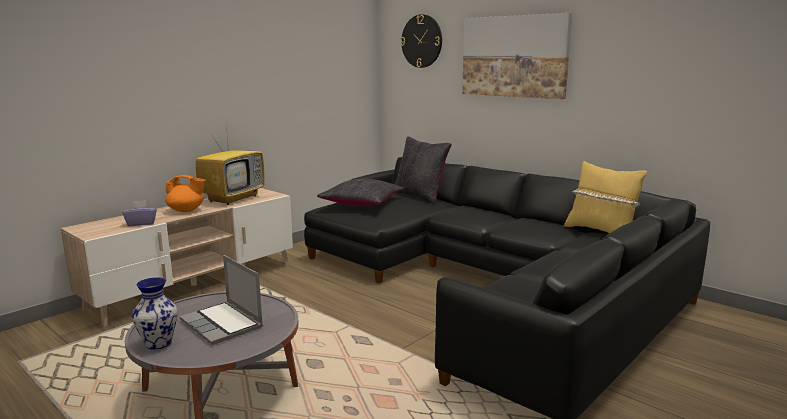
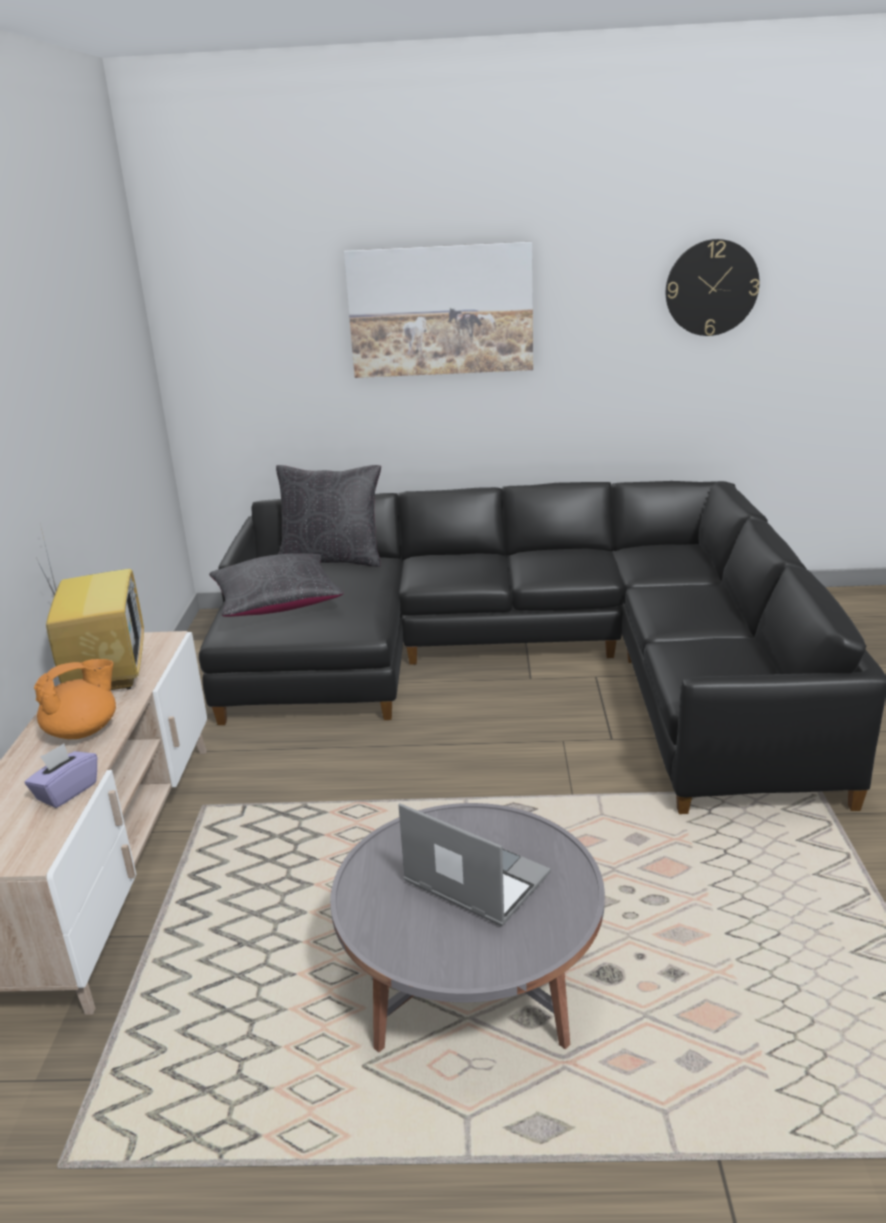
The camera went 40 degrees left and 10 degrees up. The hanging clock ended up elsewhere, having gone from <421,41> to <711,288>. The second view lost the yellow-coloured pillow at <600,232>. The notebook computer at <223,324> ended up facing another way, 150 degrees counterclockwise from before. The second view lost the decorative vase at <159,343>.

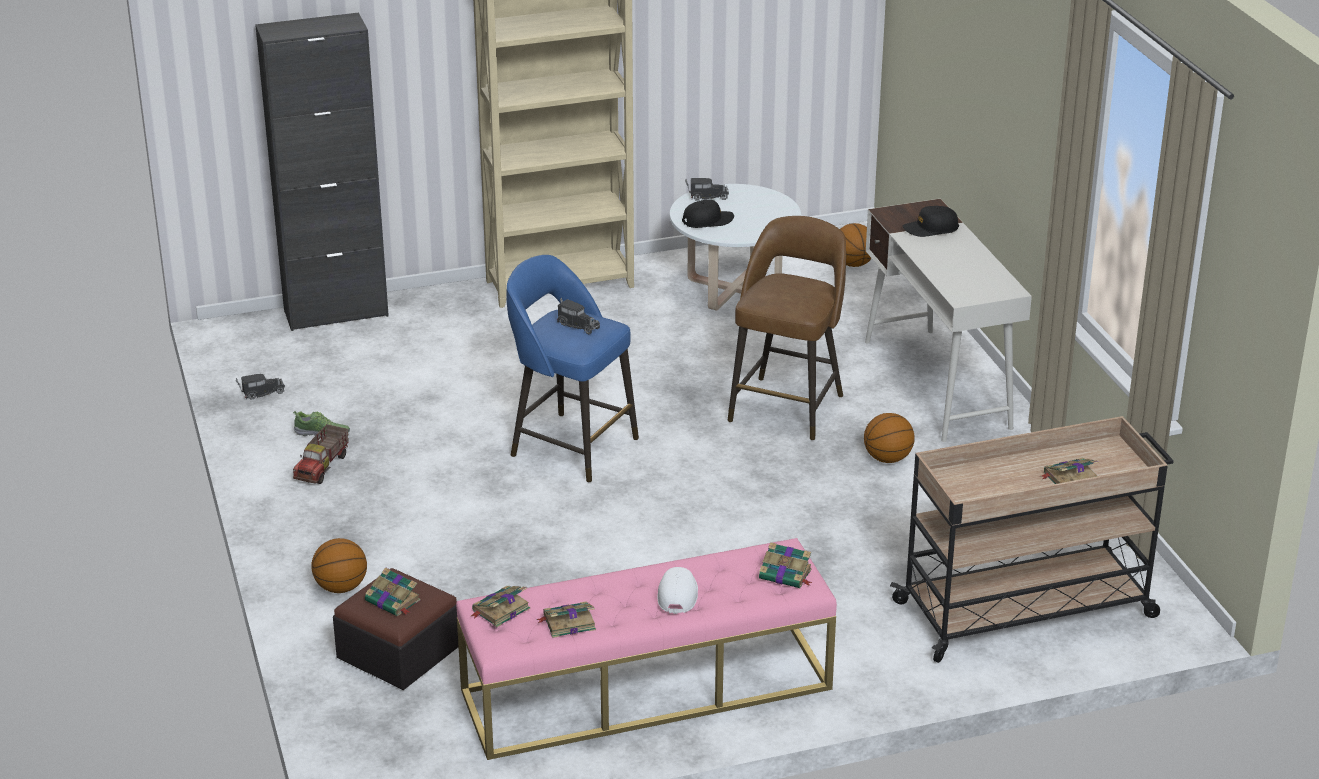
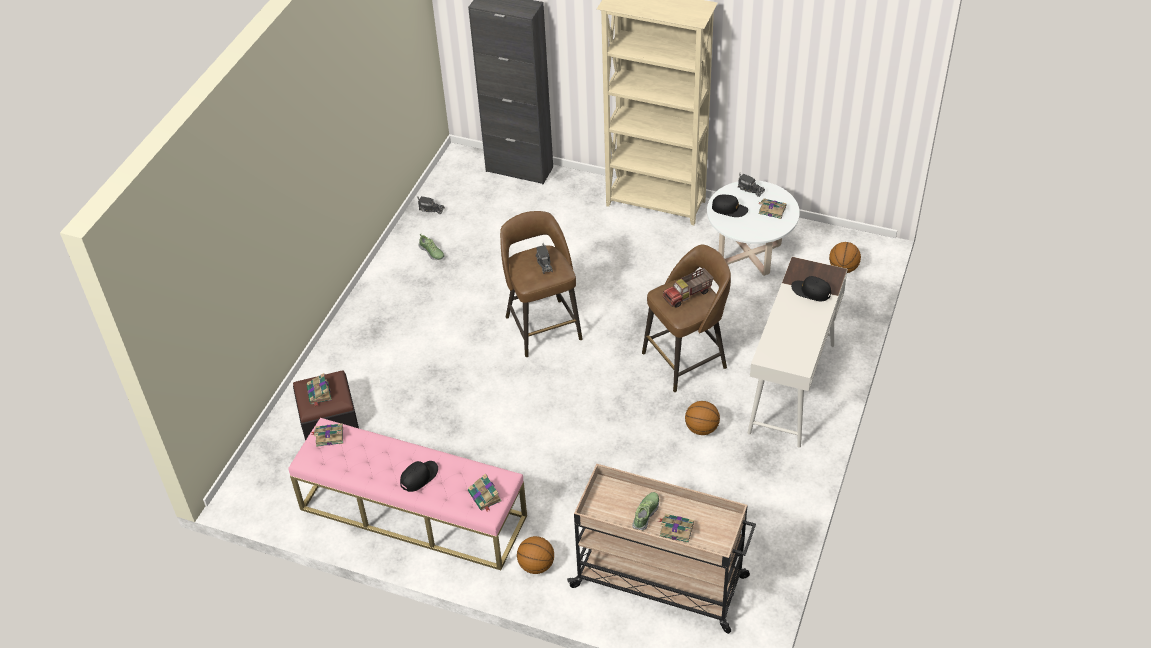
The camera went 40 degrees right and 15 degrees up. What was the blue-coloured stool seat at <571,446> turned into the brownish stool seat at <542,326>. The model truck ended up elsewhere, having gone from <323,467> to <688,295>. The basketball ended up elsewhere, having gone from <340,587> to <536,565>. What was the whitish cap at <677,594> turned into the black-coloured cap at <419,477>. The book ended up elsewhere, having gone from <568,623> to <771,210>. The second view gained the item of footwear at <646,514>.

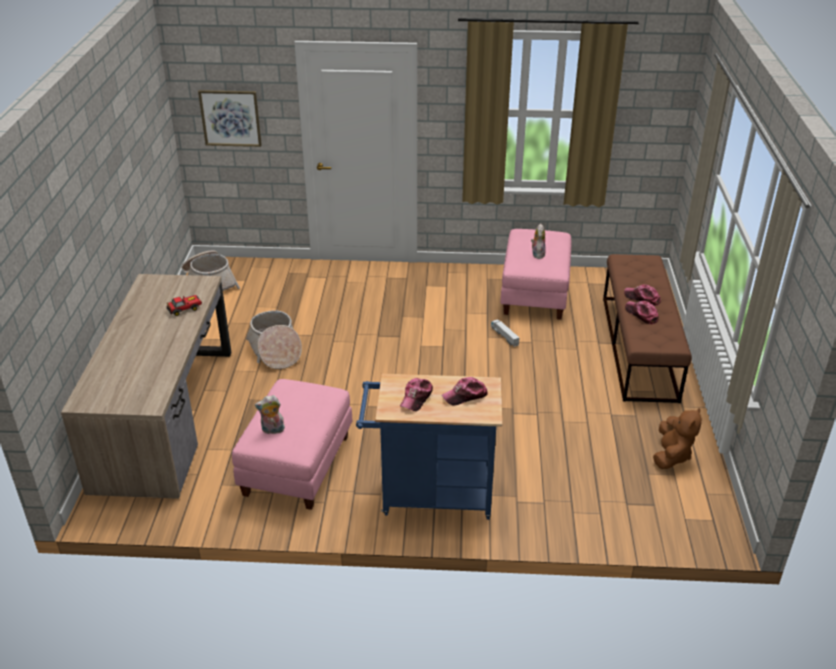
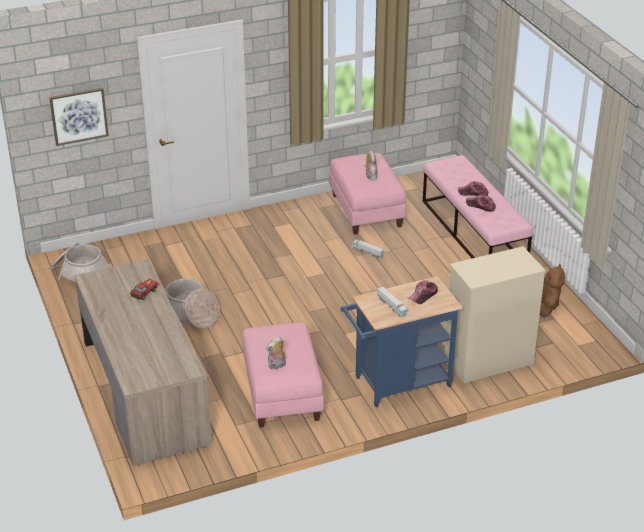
The camera went 25 degrees left and 0 degrees up. What was the brownish bench at <639,347> turned into the pink-coloured bench at <473,233>. Where the cap stood at <416,398>, the model truck came to stand at <391,306>. The second view gained the beige drawer chest at <487,361>.

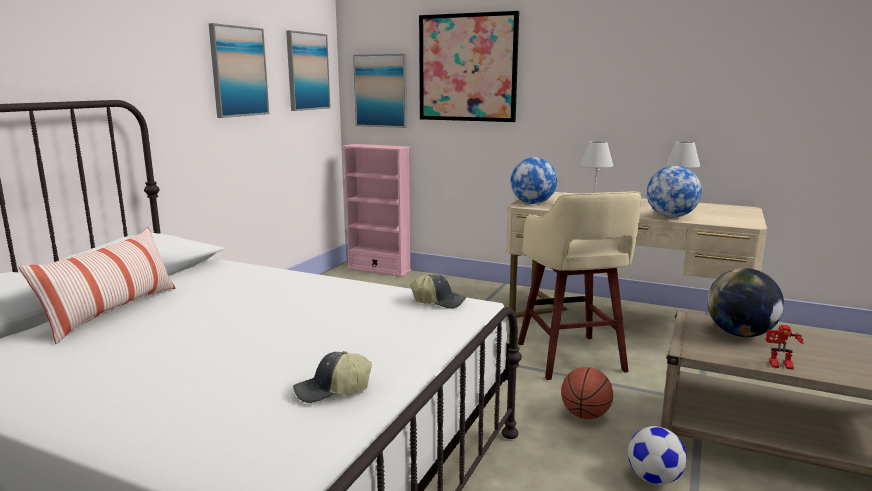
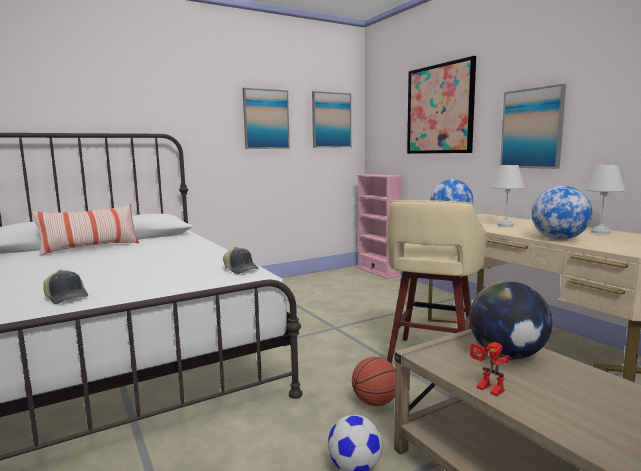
The camera went 35 degrees right and 5 degrees down. The wall art ended up elsewhere, having gone from <381,91> to <532,128>. The cap at <332,391> ended up facing another way, 150 degrees counterclockwise from before.

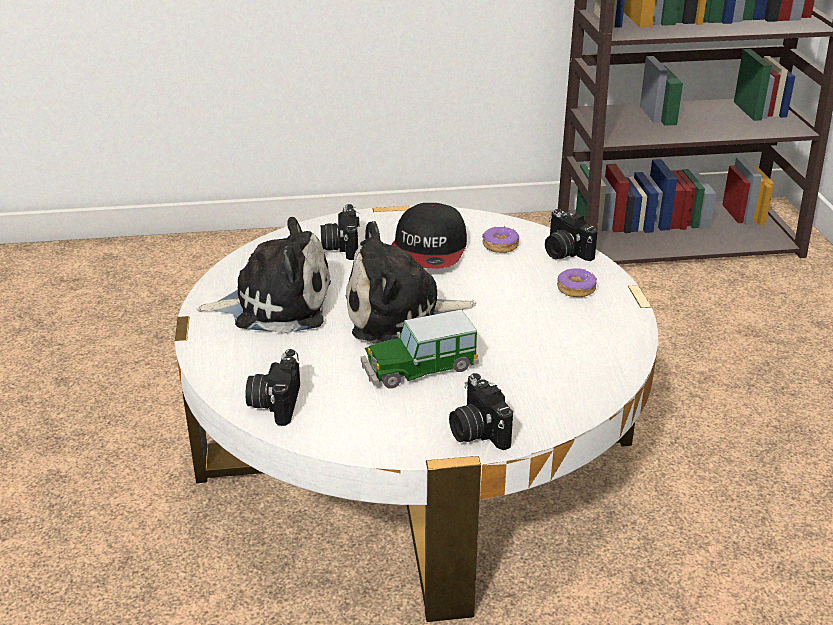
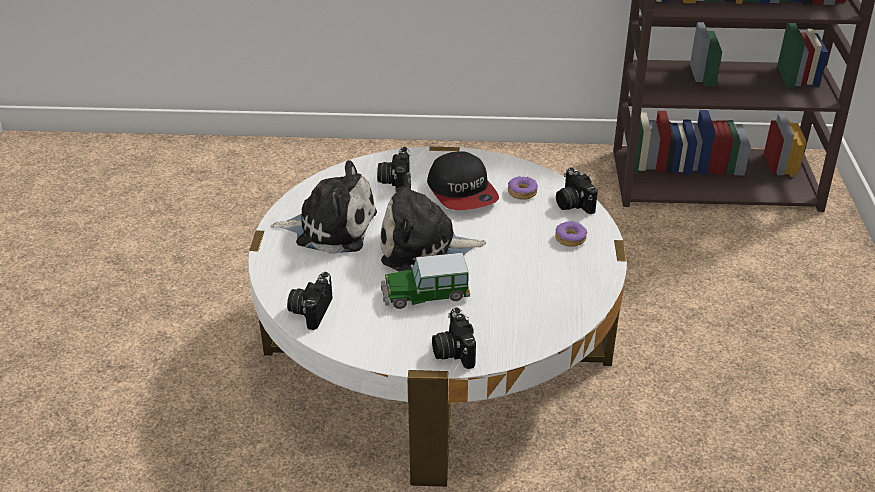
The camera went 10 degrees right and 5 degrees up. The cap at <428,251> ended up facing another way, 45 degrees counterclockwise from before.

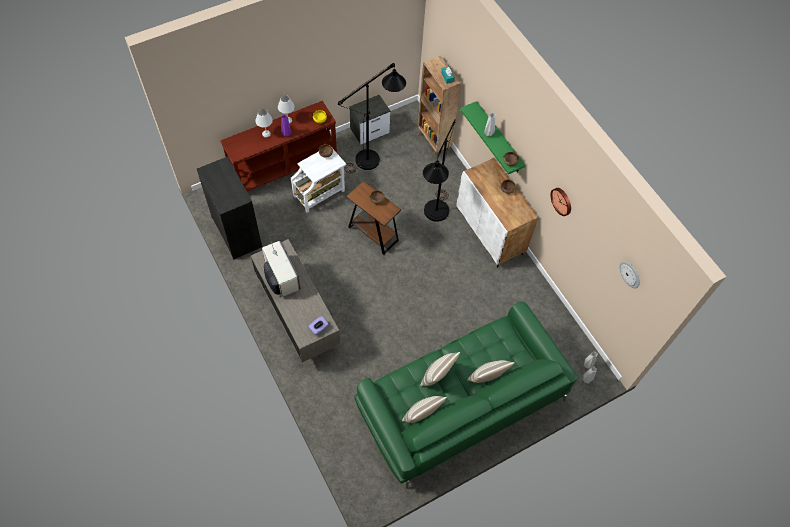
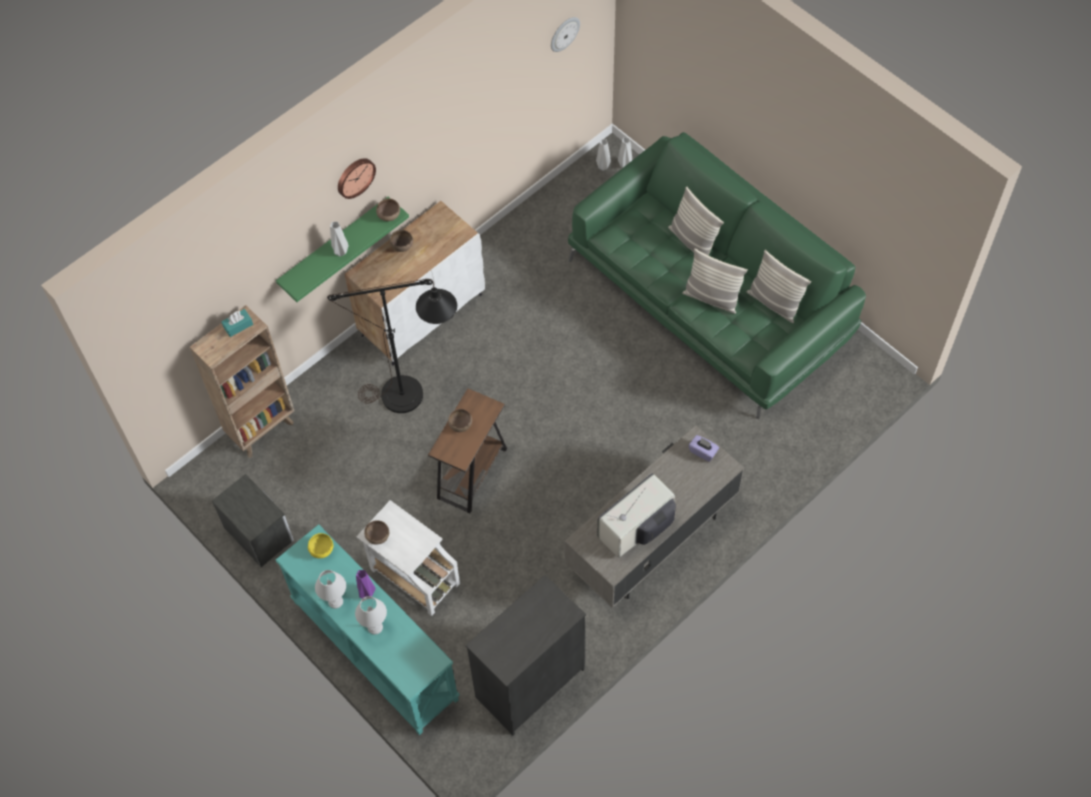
The camera went 100 degrees left and 0 degrees up. The second view lost the black-coloured floor lamp at <373,157>. What was the brownish console table at <284,167> turned into the blue-green console table at <373,651>. The hanging clock ended up elsewhere, having gone from <562,201> to <355,177>.

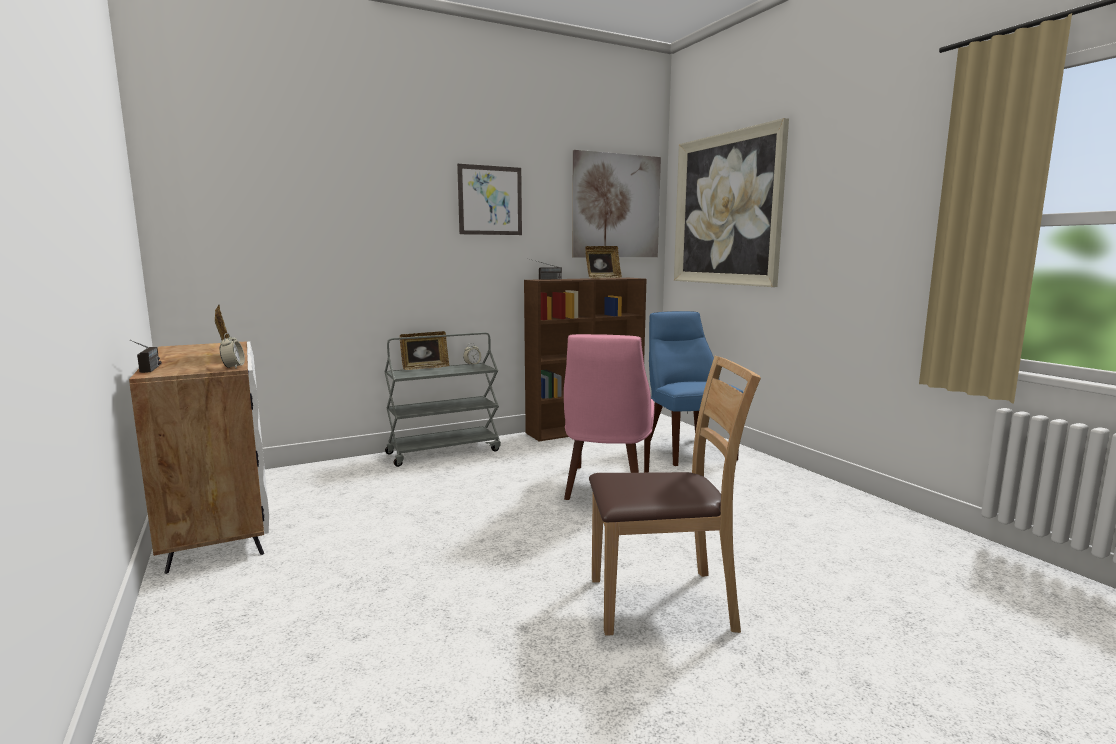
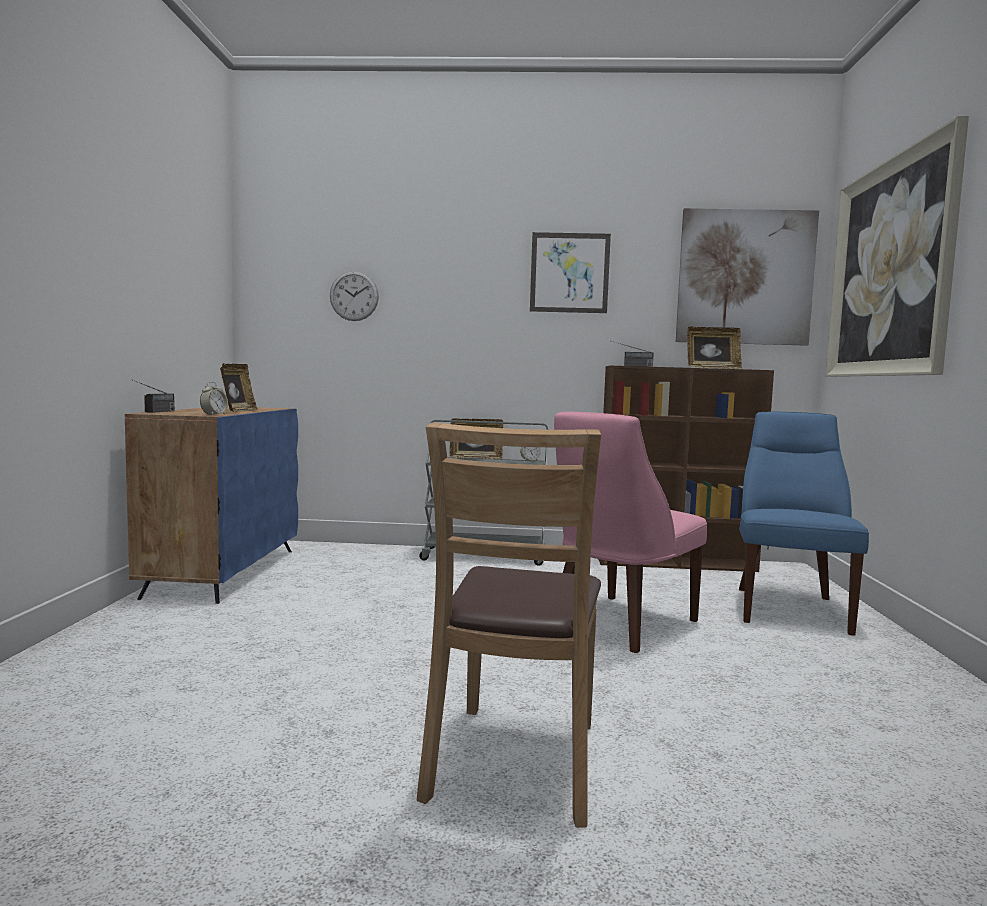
The camera went 30 degrees right and 5 degrees down. What was the whitish cupboard at <218,521> turned into the blue-coloured cupboard at <224,572>. The brownish upright chair at <663,602> ended up facing another way, 75 degrees clockwise from before. The second view gained the hanging clock at <354,296>.

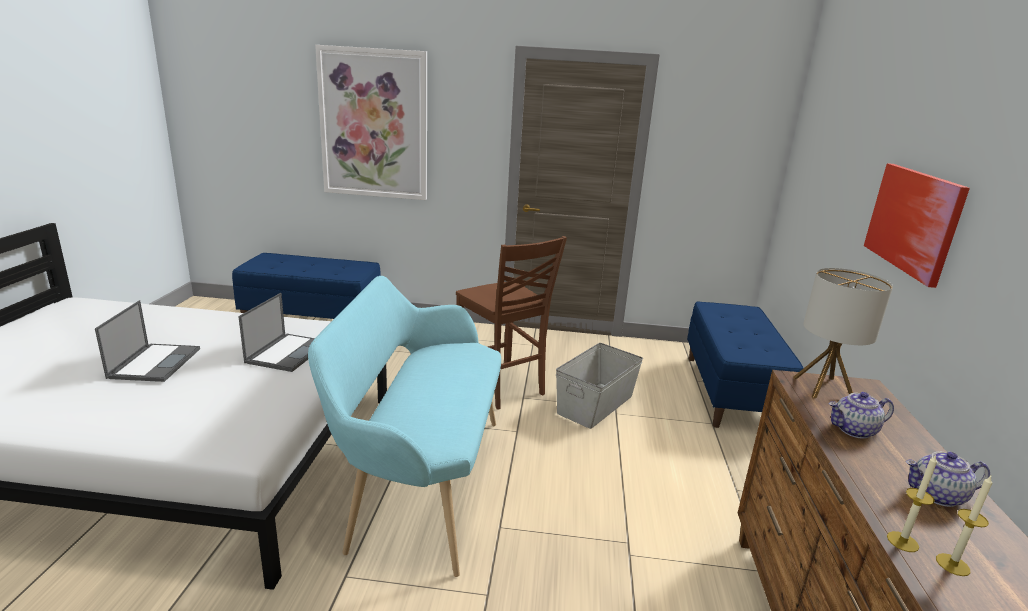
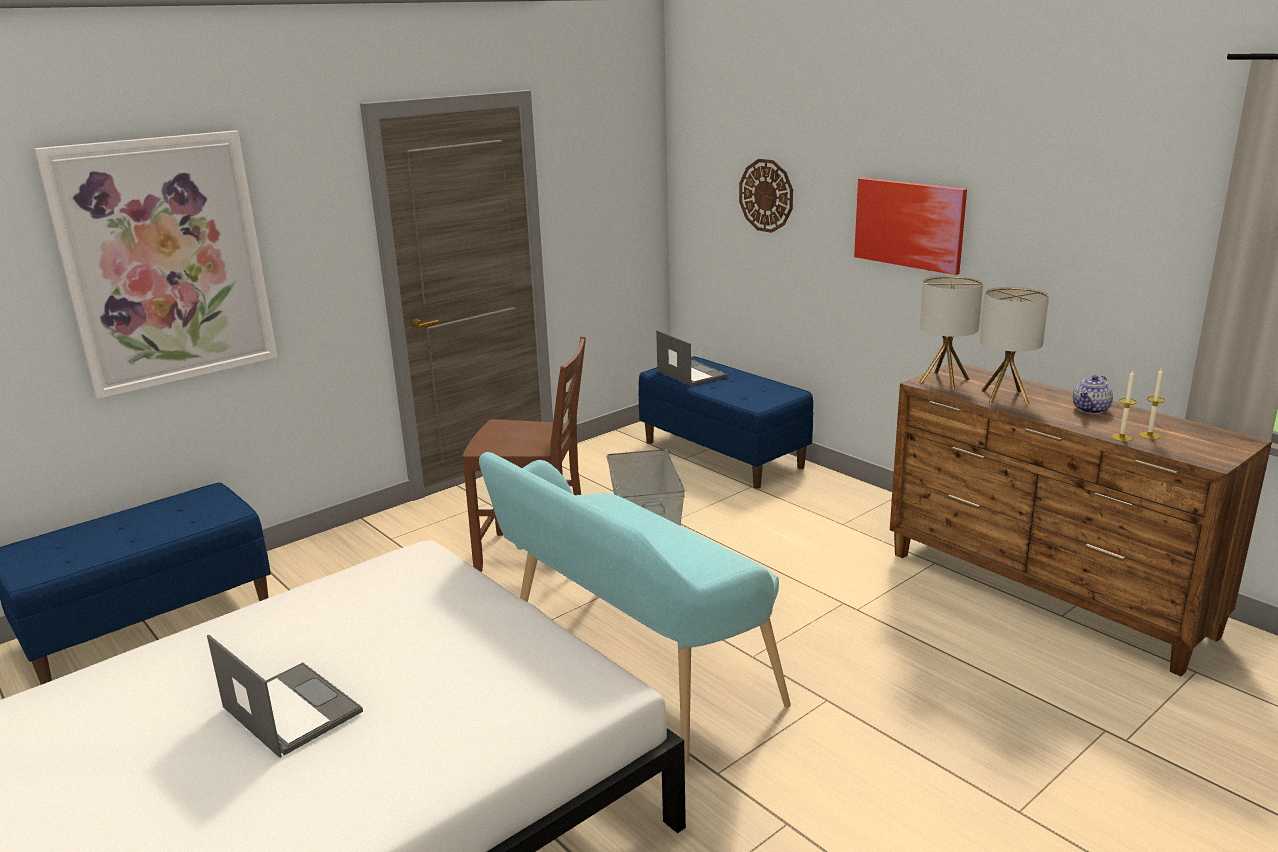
The camera went 45 degrees left and 0 degrees up. The notebook computer ended up elsewhere, having gone from <288,352> to <691,374>. Where the pot for tea stood at <854,430>, the table lamp came to stand at <1005,397>. The second view gained the hanging clock at <766,195>.

